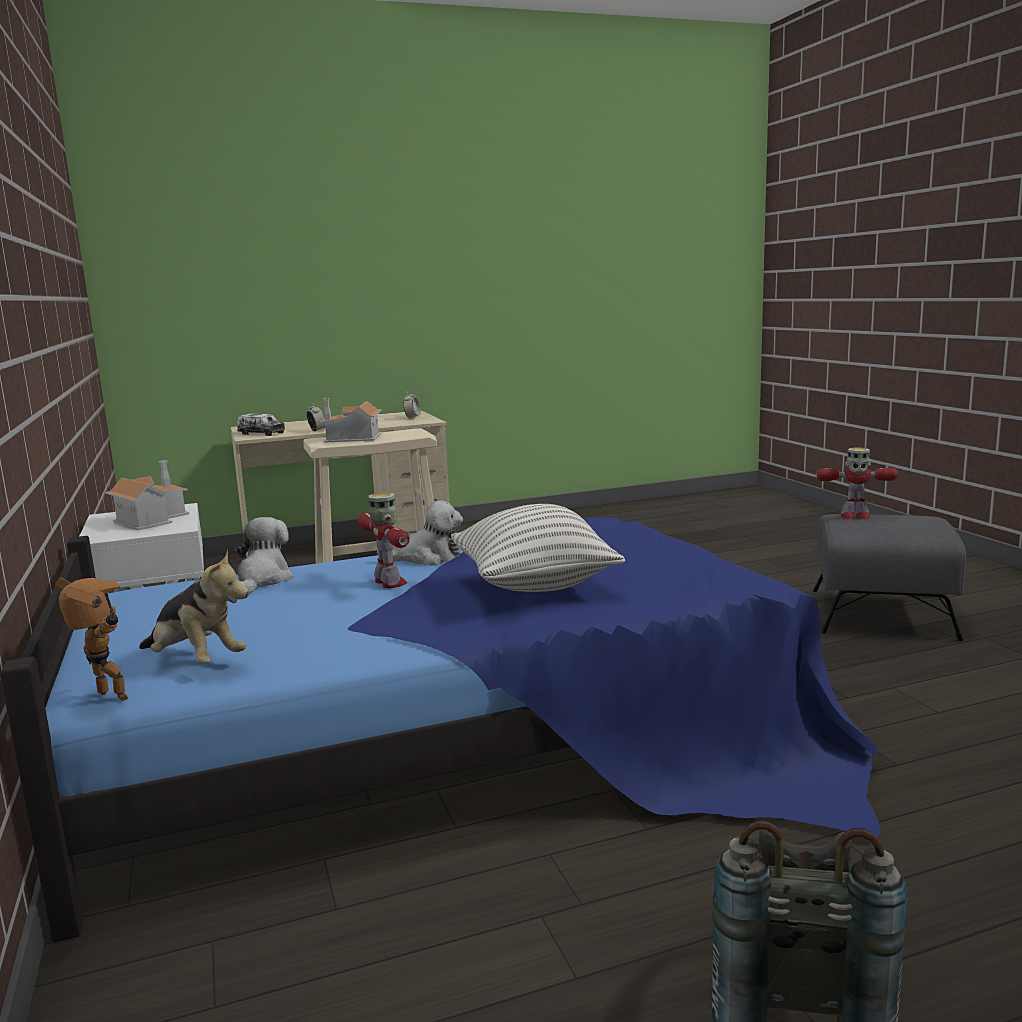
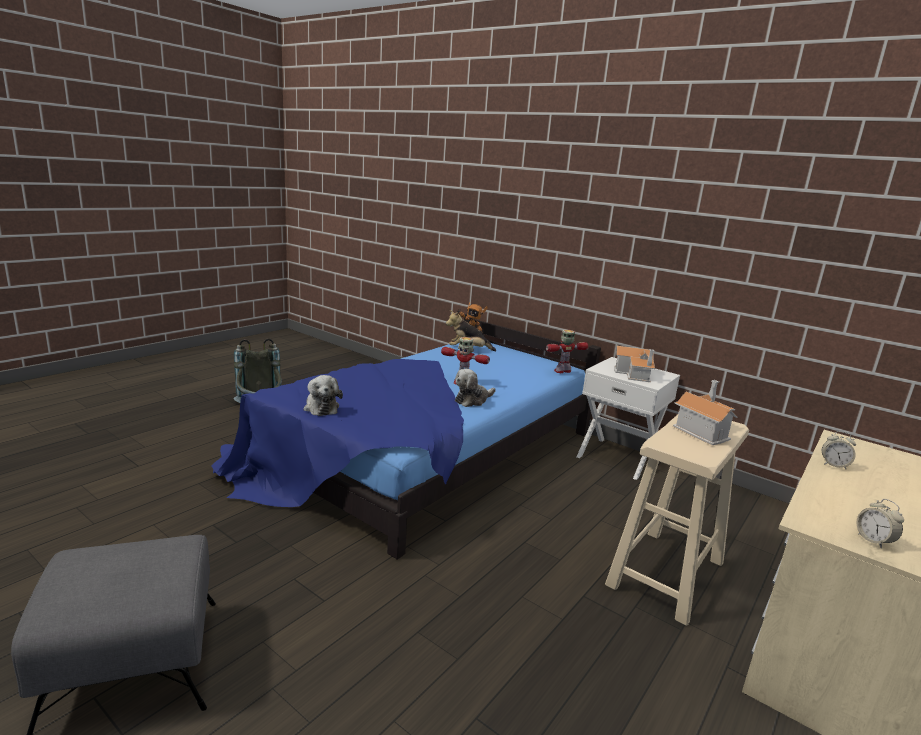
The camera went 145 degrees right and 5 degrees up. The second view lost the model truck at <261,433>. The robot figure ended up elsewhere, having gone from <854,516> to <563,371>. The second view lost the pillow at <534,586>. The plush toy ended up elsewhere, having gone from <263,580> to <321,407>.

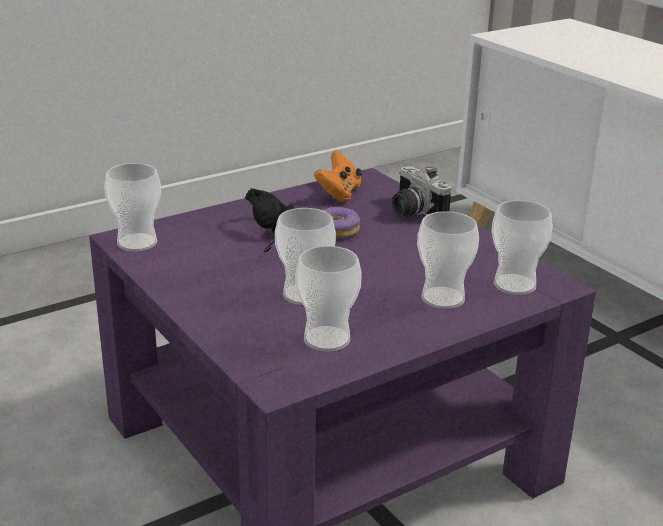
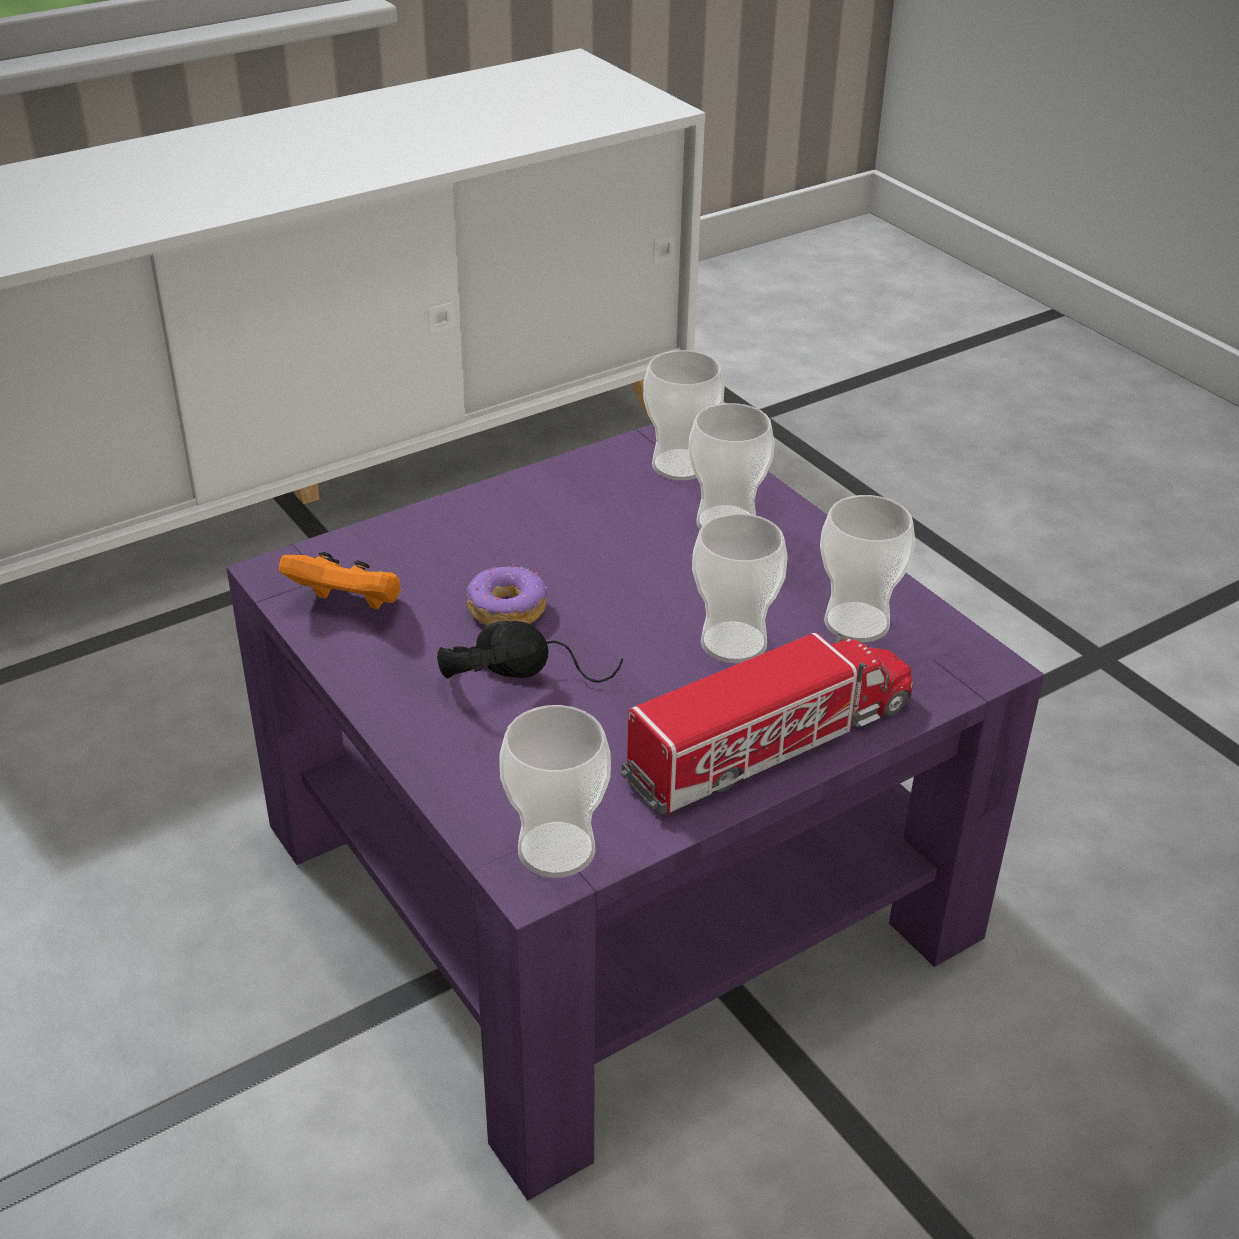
The camera went 90 degrees left and 10 degrees up. The second view lost the still camera at <412,212>. The second view gained the model truck at <771,742>.

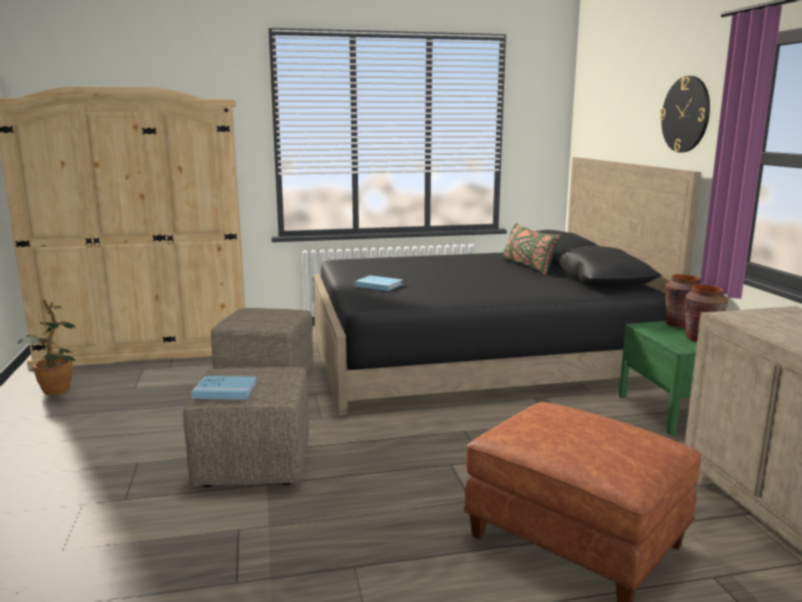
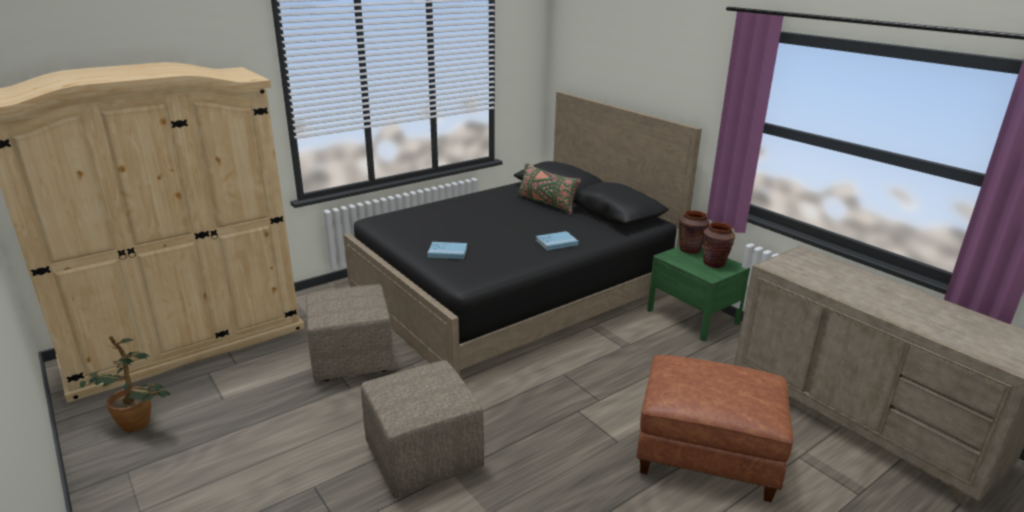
The camera went 25 degrees left and 10 degrees up. The second view lost the hanging clock at <686,114>. The blue-coloured book ended up elsewhere, having gone from <225,390> to <556,242>.

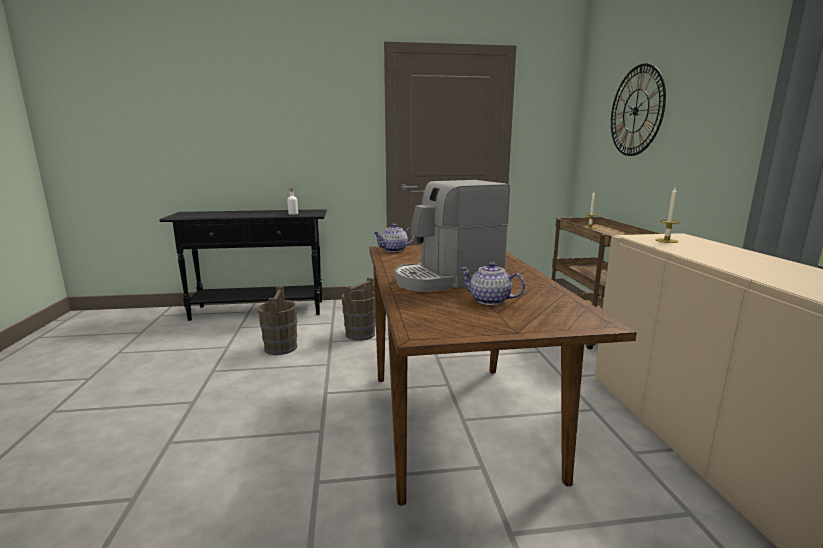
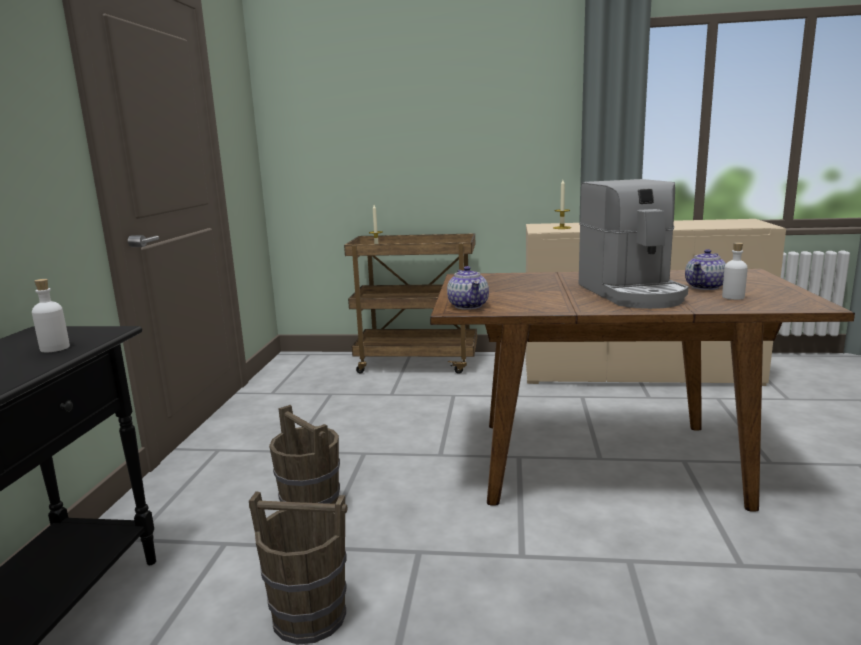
The camera went 75 degrees left and 0 degrees up. The second view lost the hanging clock at <636,111>. The second view gained the whitish beverage bottle at <733,297>.

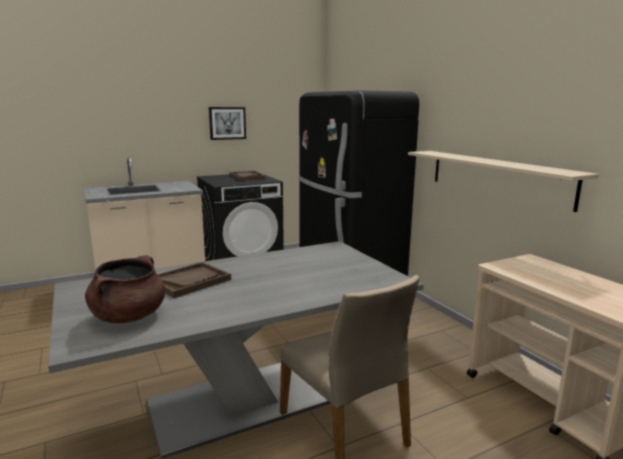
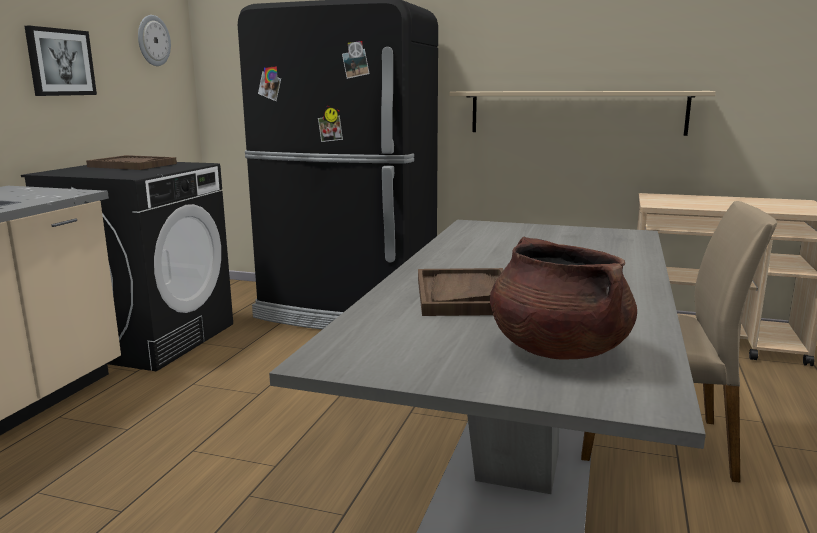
The camera went 45 degrees left and 0 degrees up. The second view gained the hanging clock at <153,40>.

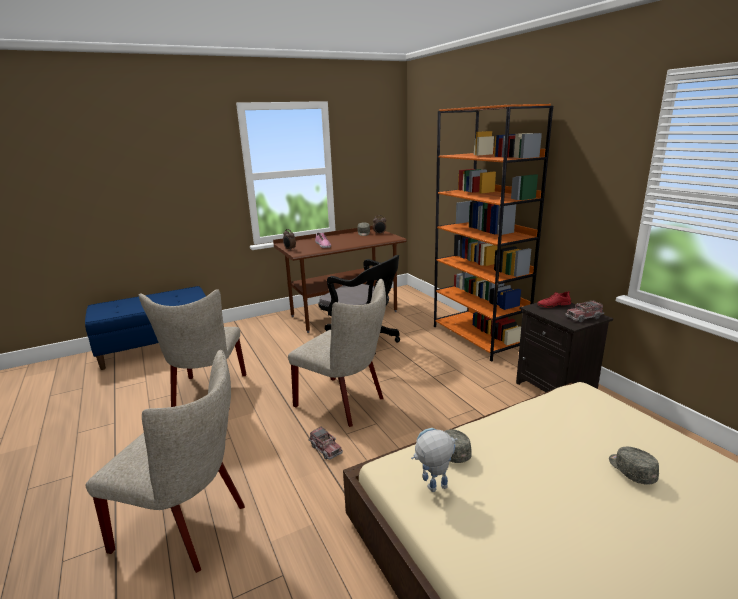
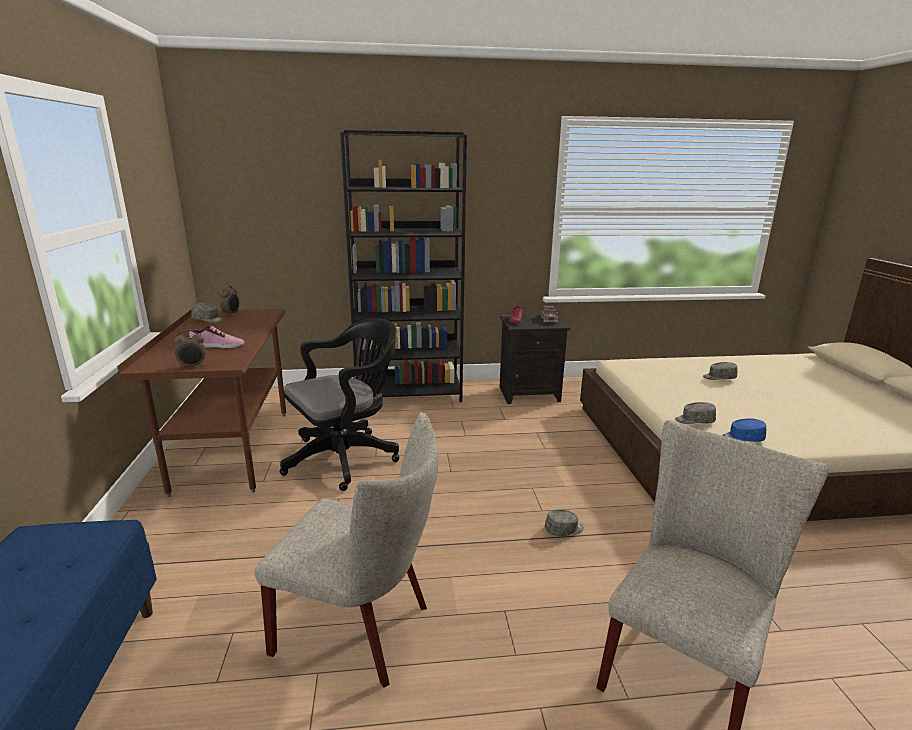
The camera went 70 degrees left and 0 degrees up. What was the orangey shelving unit at <479,337> turned into the black-coloured shelving unit at <409,393>. The second view lost the beige upright chair at <344,403>. Where the model truck stood at <325,449>, the grey cap came to stand at <564,530>. Where the robot figure stood at <433,490>, the blue-coloured cap came to stand at <742,438>.

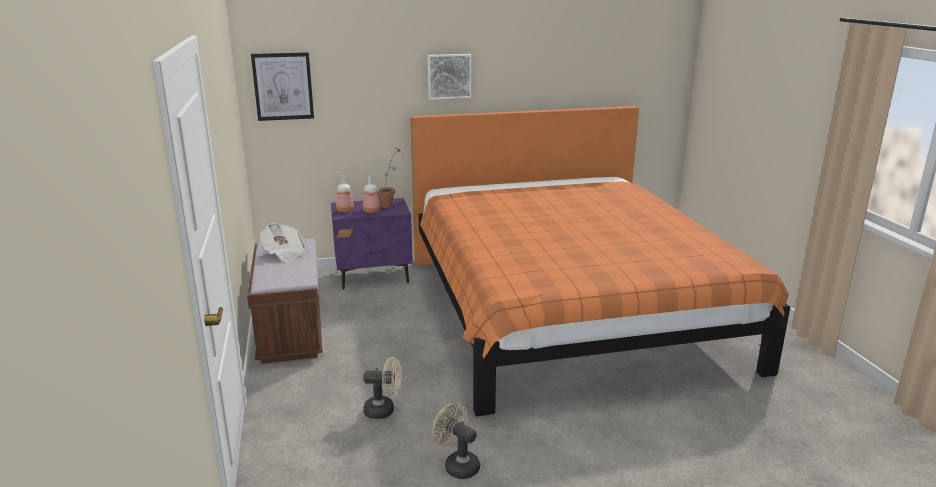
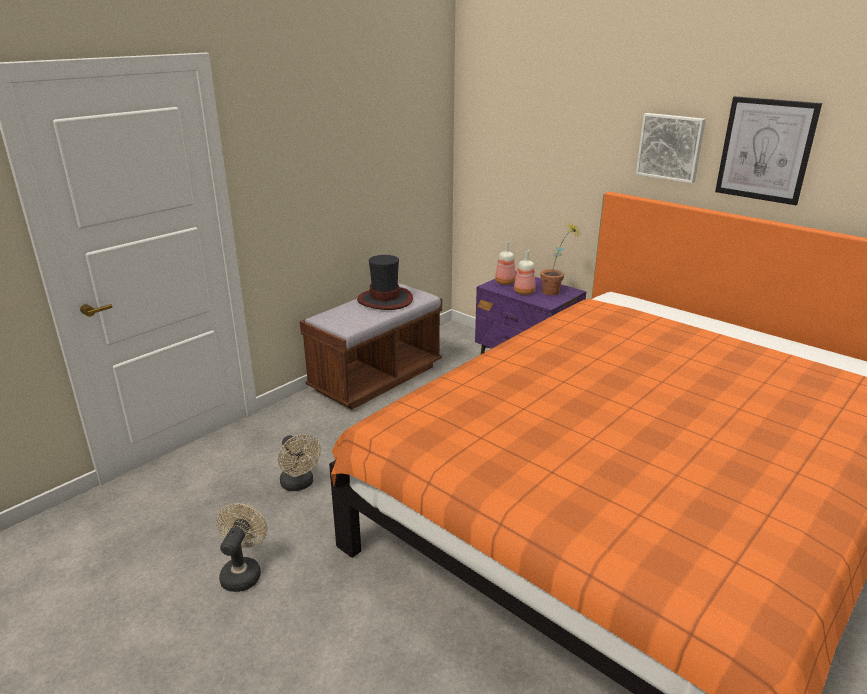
The camera went 55 degrees right and 5 degrees up. The wall art ended up elsewhere, having gone from <283,86> to <765,150>. Where the printed paper stood at <284,253>, the hat came to stand at <385,300>.

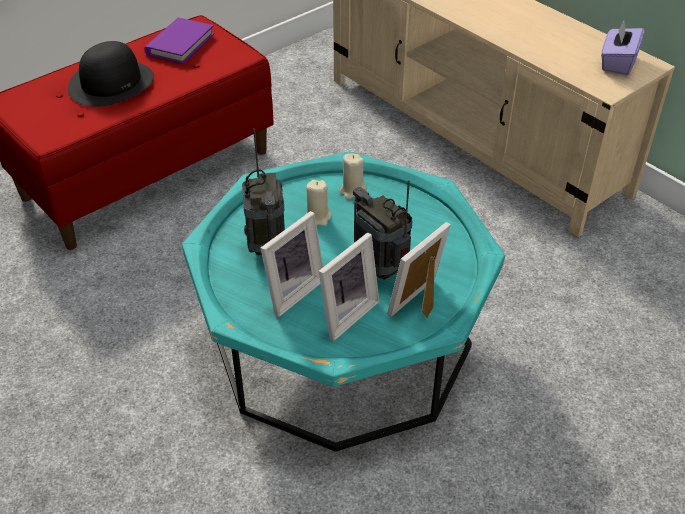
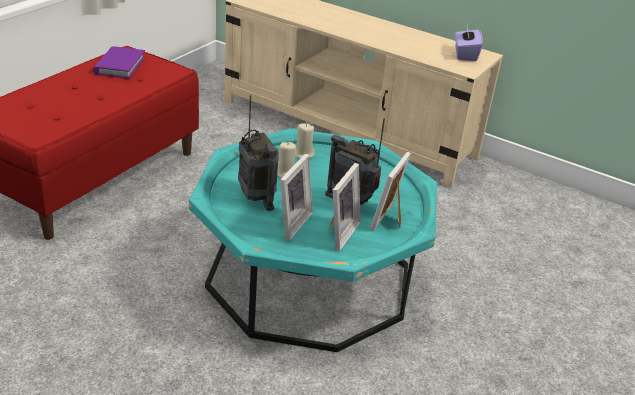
The camera went 20 degrees left and 10 degrees down. The second view lost the black-coloured hat at <111,83>.

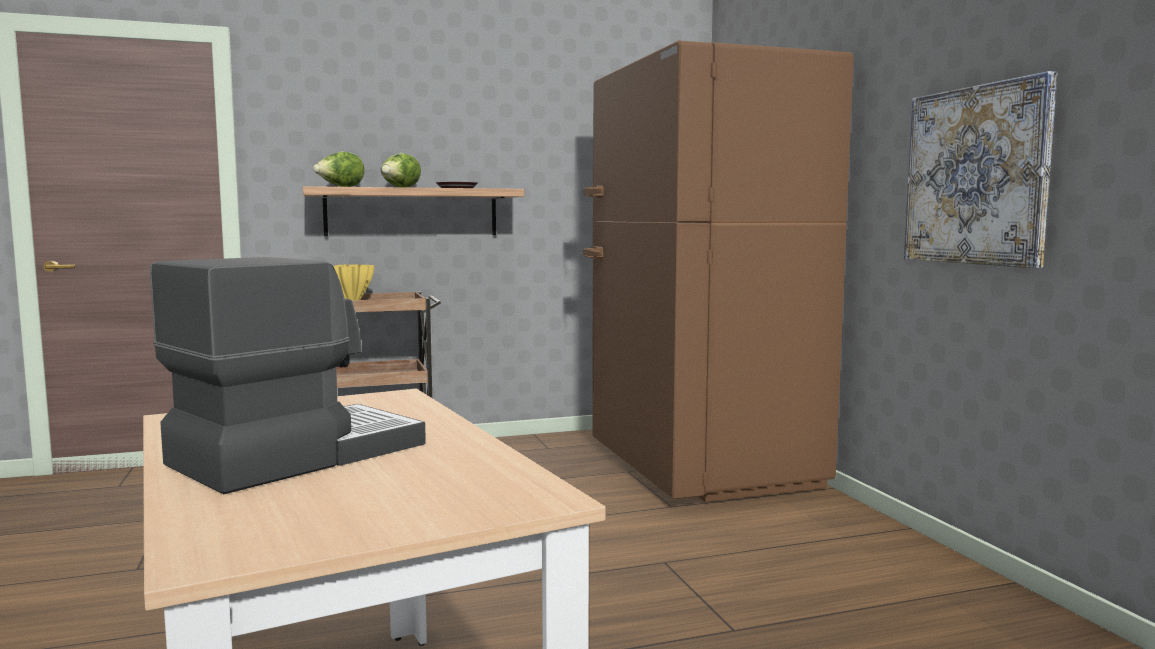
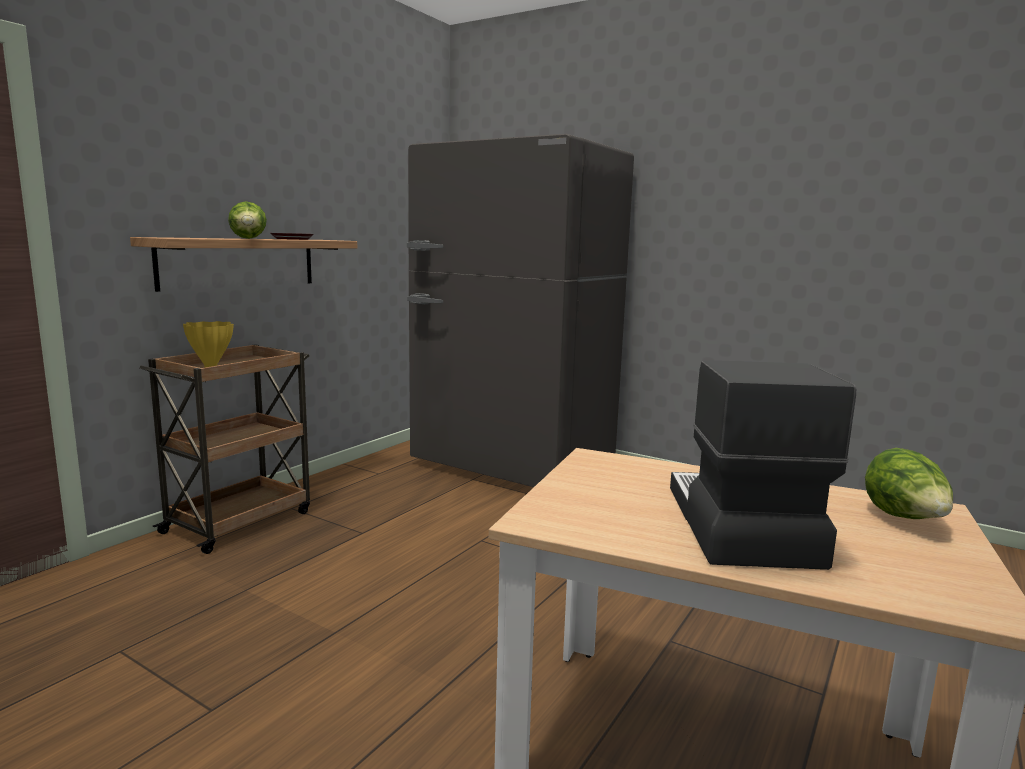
The camera went 40 degrees left and 5 degrees up. What was the brownish fridge at <701,467> turned into the grey fridge at <513,464>. The second view lost the wall art at <976,175>. The lettuce head ended up elsewhere, having gone from <340,187> to <905,519>.

